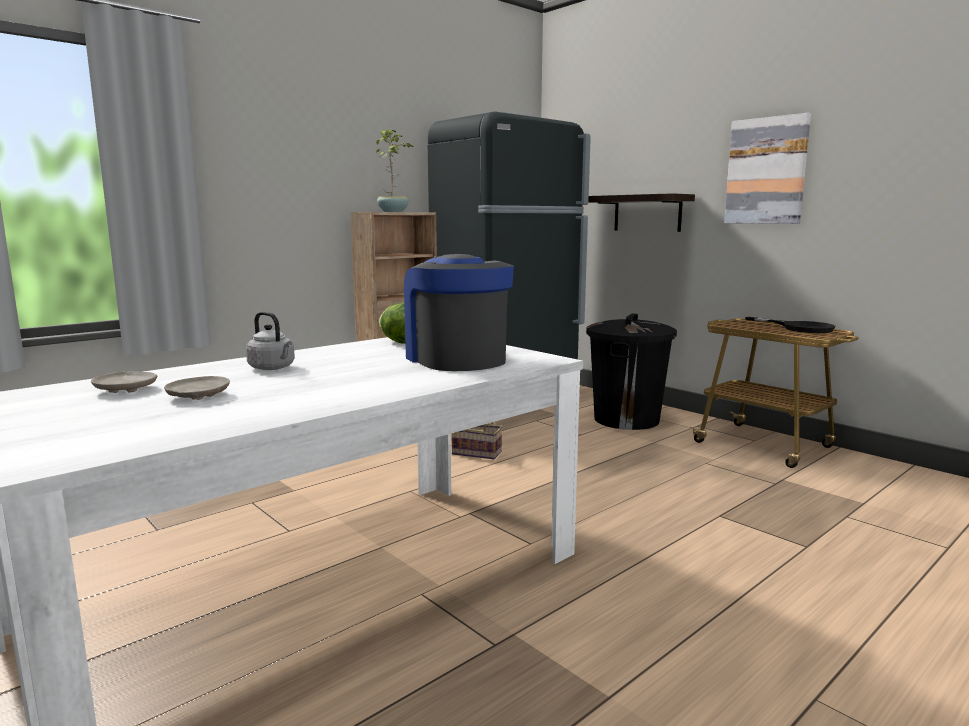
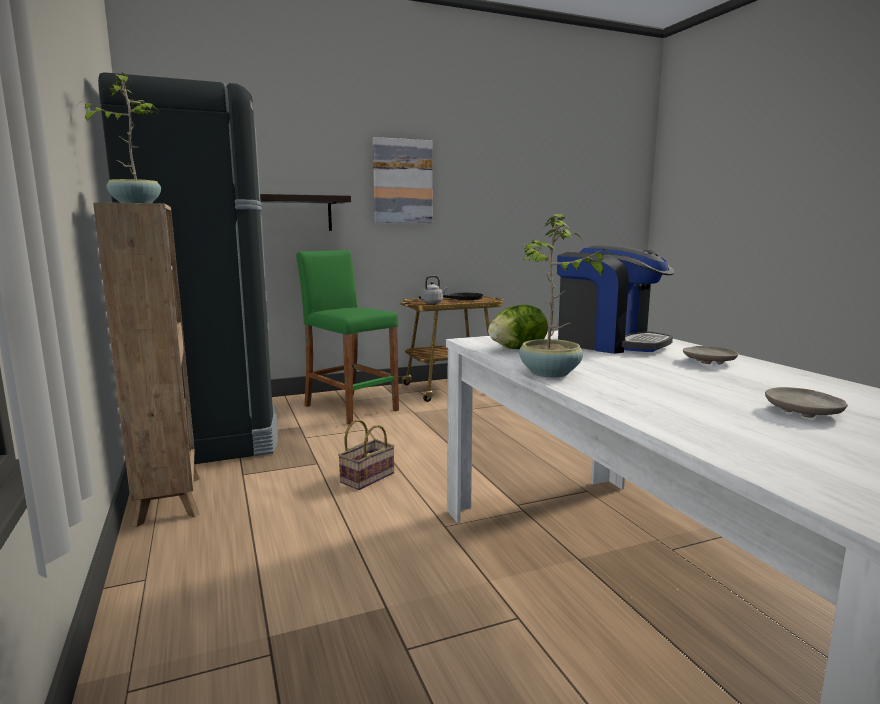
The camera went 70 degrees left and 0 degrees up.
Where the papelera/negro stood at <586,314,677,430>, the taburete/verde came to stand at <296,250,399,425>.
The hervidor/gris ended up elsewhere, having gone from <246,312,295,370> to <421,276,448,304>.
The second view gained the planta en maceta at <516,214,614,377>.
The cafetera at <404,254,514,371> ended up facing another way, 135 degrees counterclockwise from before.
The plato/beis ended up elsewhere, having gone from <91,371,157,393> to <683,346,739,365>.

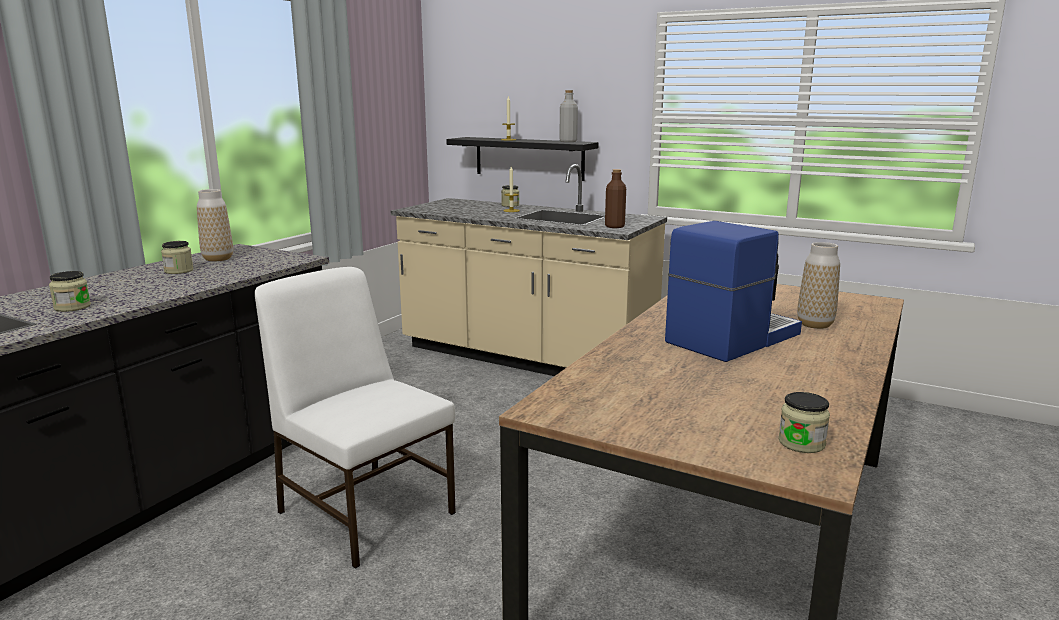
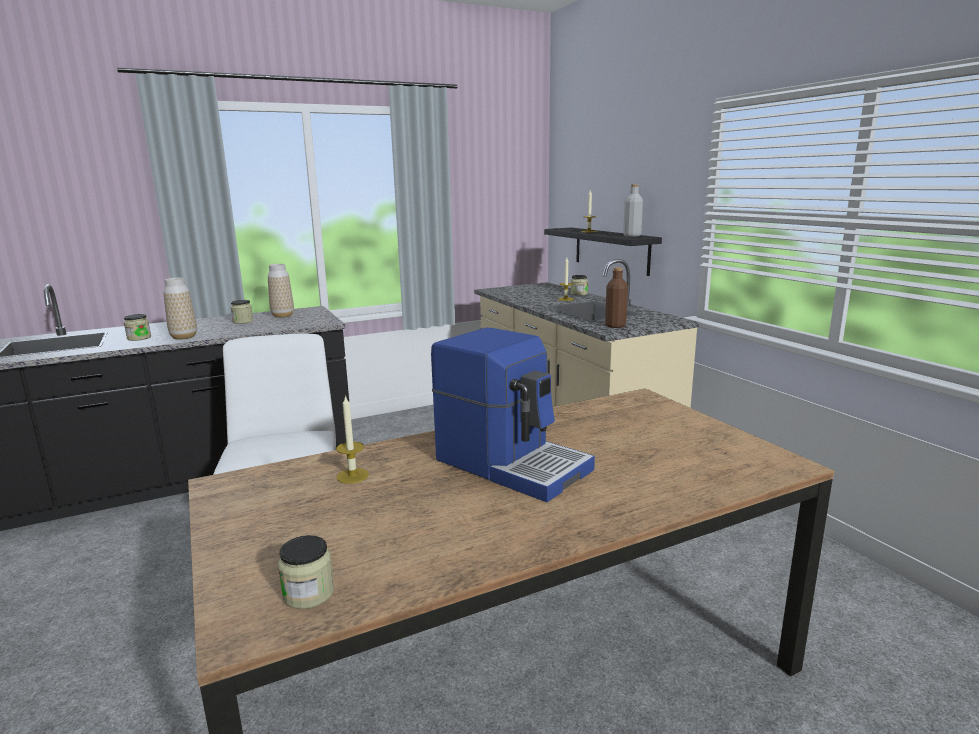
The camera went 35 degrees right and 0 degrees up.
The florero ended up elsewhere, having gone from <797,242,840,329> to <163,278,197,339>.
The second view gained the vela at <336,395,369,484>.
The cafetera at <665,221,802,362> ended up facing another way, 45 degrees clockwise from before.

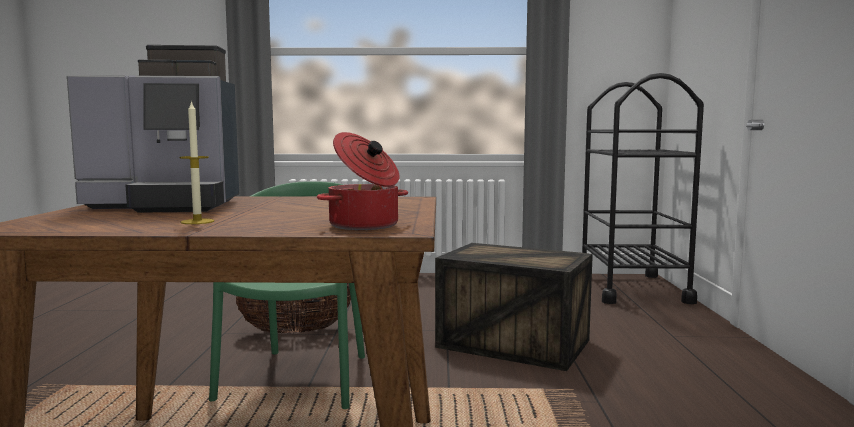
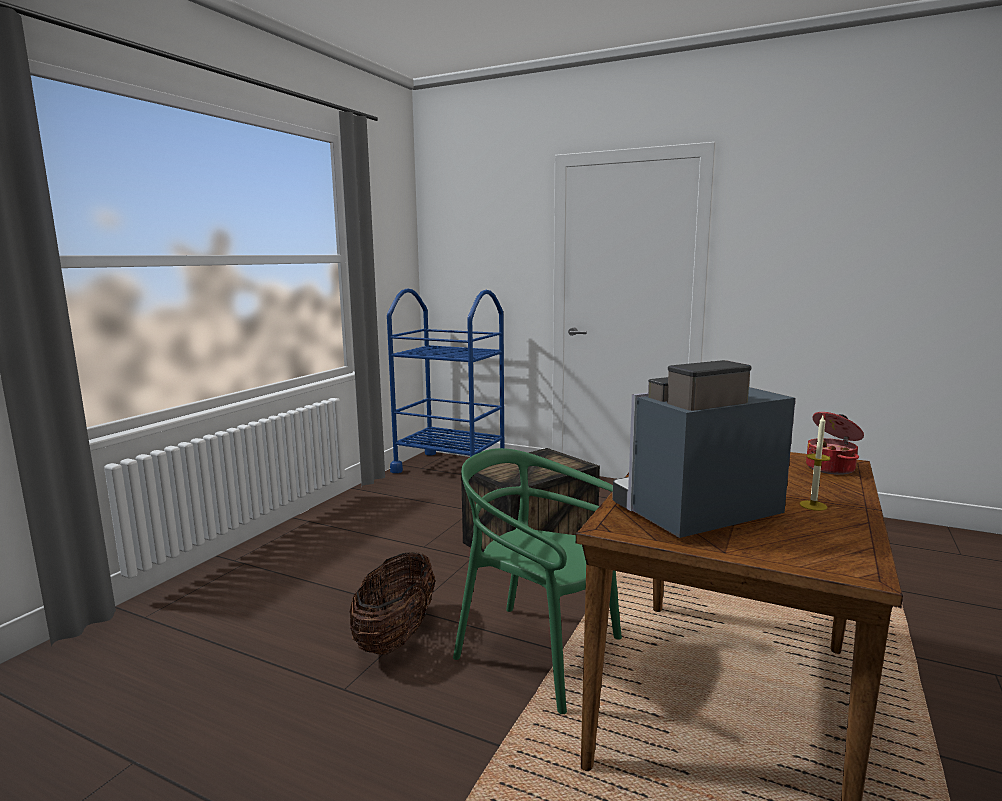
The camera went 65 degrees left and 5 degrees up.
What was the carrito/negro at <582,73,704,304> turned into the carrito/azul at <387,288,504,473>.
The cafetera at <67,45,239,213> ended up facing another way, 135 degrees counterclockwise from before.

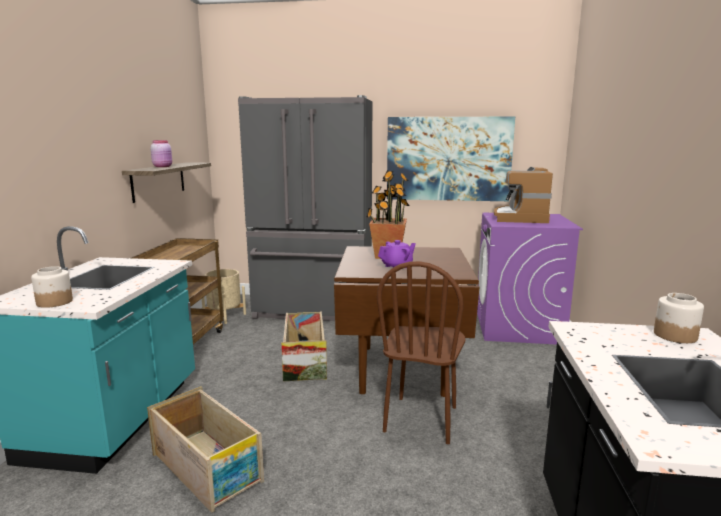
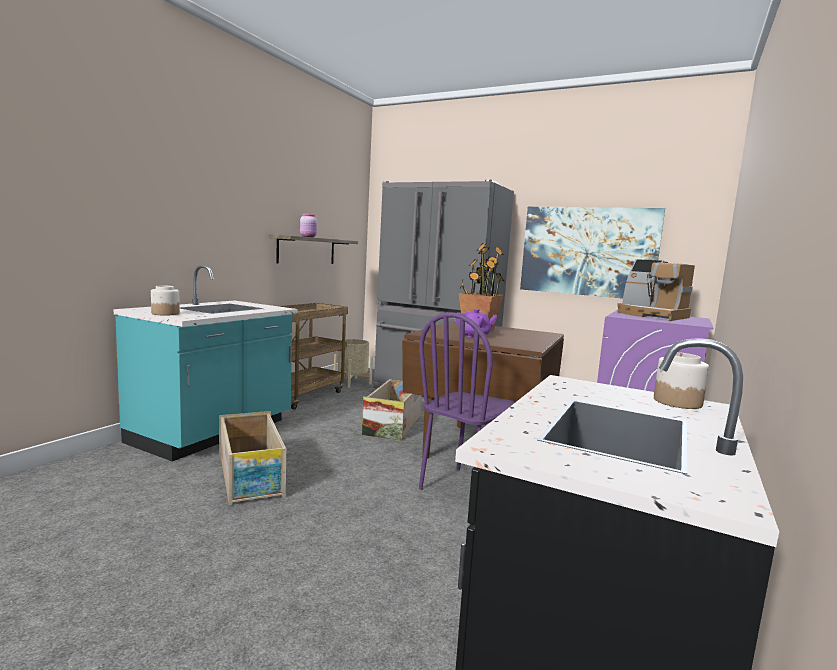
The camera went 20 degrees right and 5 degrees down.
What was the silla/marrón at <377,261,465,444> turned into the silla/morado at <419,312,515,490>.
The cafetera at <494,167,553,223> ended up facing another way, 75 degrees counterclockwise from before.

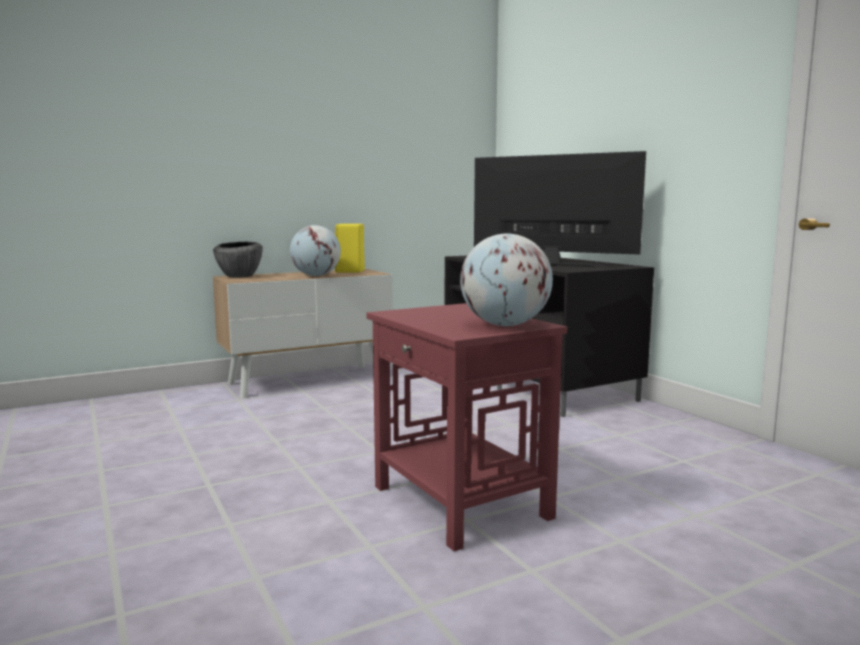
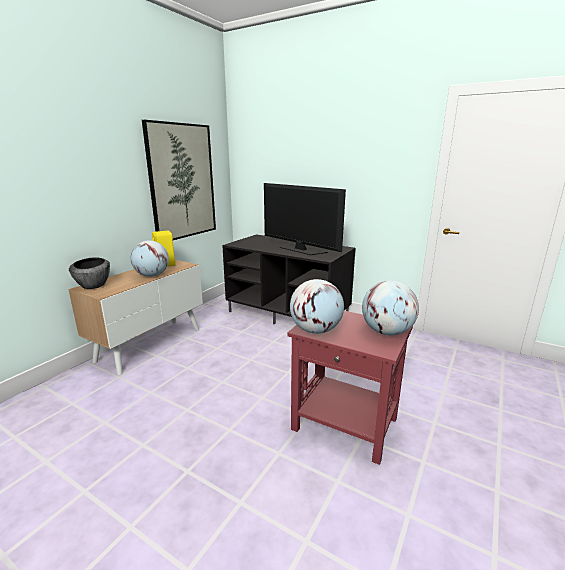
The camera went 30 degrees left and 10 degrees up.
The second view gained the cuadro at <142,120,216,240>.
The televisor at <474,151,646,267> ended up facing another way, 135 degrees counterclockwise from before.
The second view gained the globo terráqueo at <290,279,344,334>.

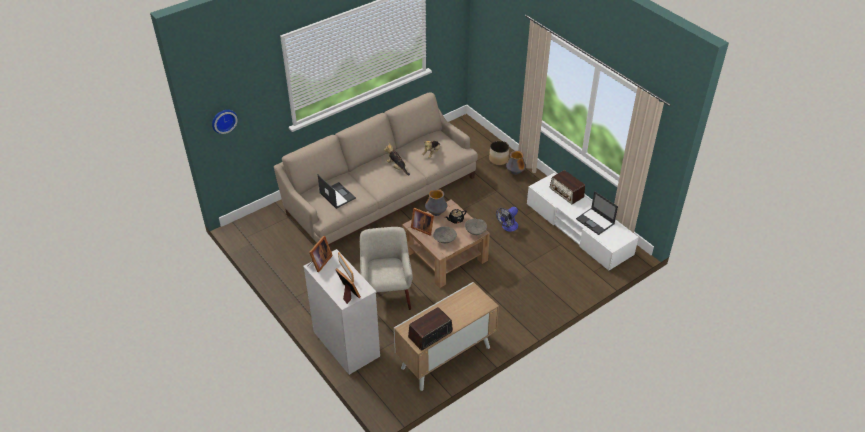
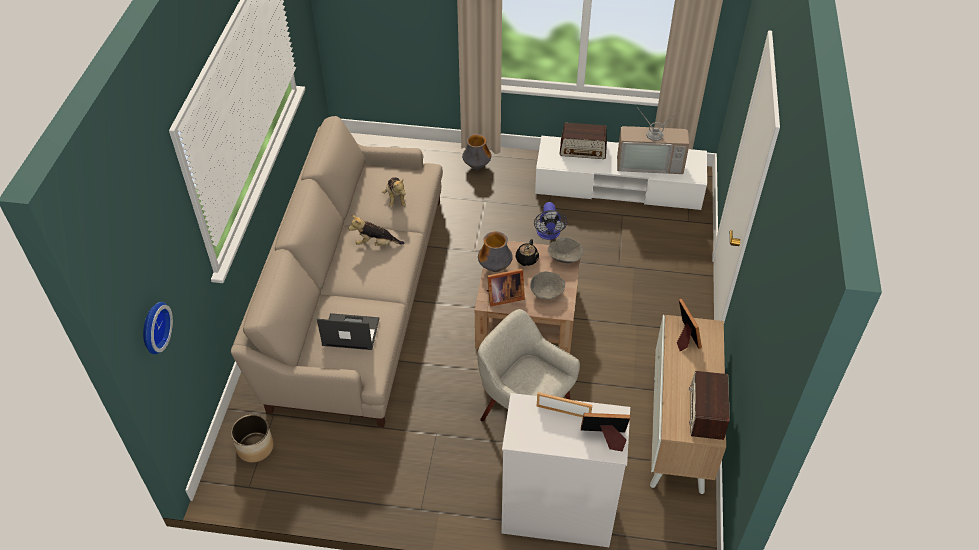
The camera went 45 degrees left and 5 degrees up.
The maceta ended up elsewhere, having gone from <489,141,509,165> to <231,415,274,463>.
Where the portátil stood at <576,191,618,235>, the televisor came to stand at <617,107,689,174>.
The portarretratos ended up elsewhere, having gone from <308,236,333,272> to <677,298,702,352>.

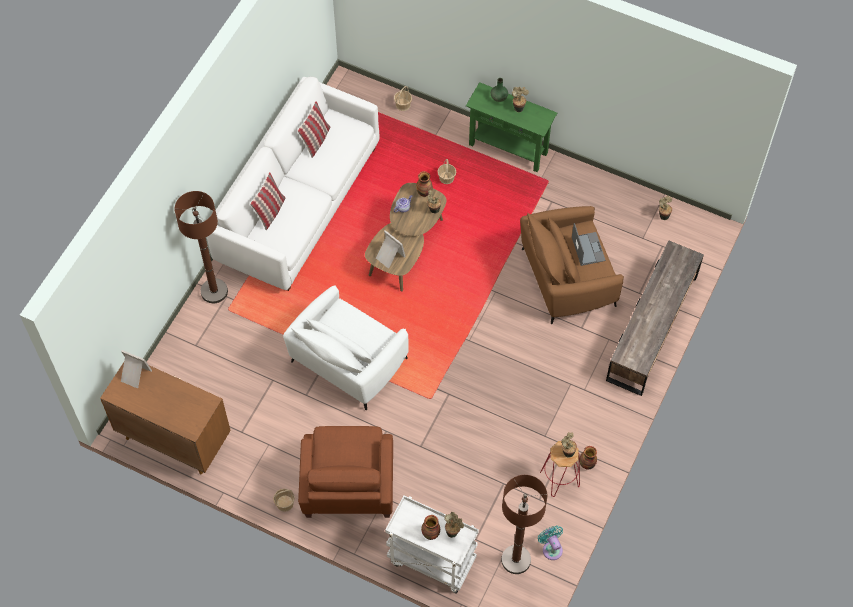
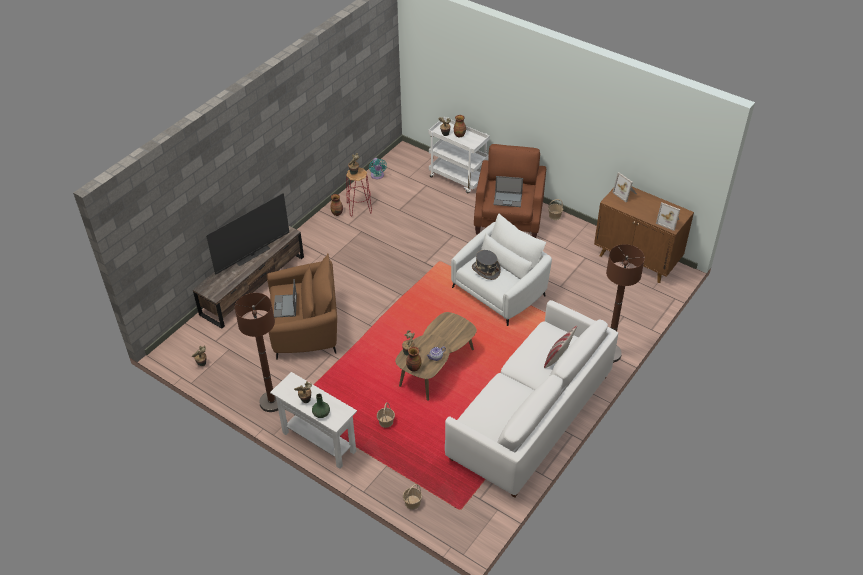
The camera went 170 degrees left and 15 degrees down.
The second view gained the televisor at <206,193,289,275>.
The lámpara de pie/marrón ended up elsewhere, having gone from <501,475,547,574> to <235,293,278,412>.
What was the mesa consola/verde at <466,82,557,172> turned into the mesa consola/blanco at <270,372,357,469>.
The second view gained the sombrero/gris at <472,250,501,280>.
The second view gained the portátil at <494,176,523,207>.
The portarretratos ended up elsewhere, having gone from <376,230,406,269> to <612,172,637,202>.
The second view lost the cojín at <298,101,330,158>.

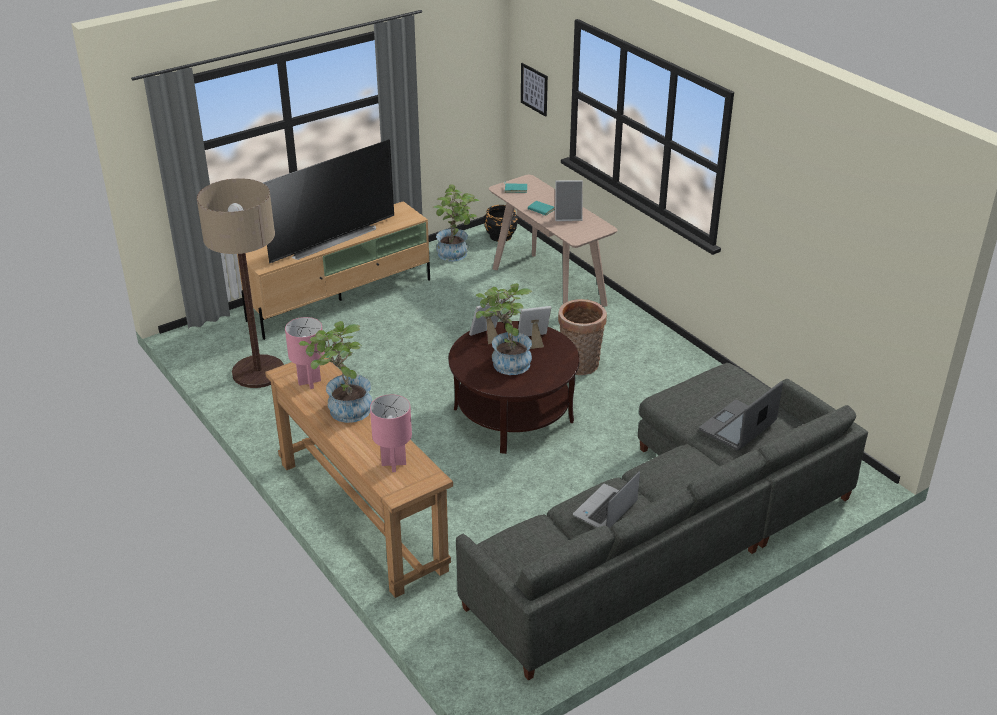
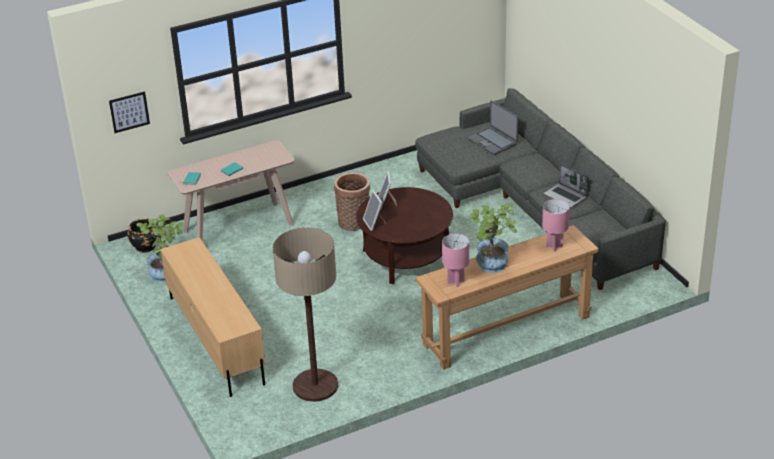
The camera went 80 degrees left and 0 degrees up.
The second view lost the televisor at <263,139,394,263>.
The second view lost the planta en maceta at <476,283,532,375>.
The second view lost the portarretratos at <555,180,583,221>.

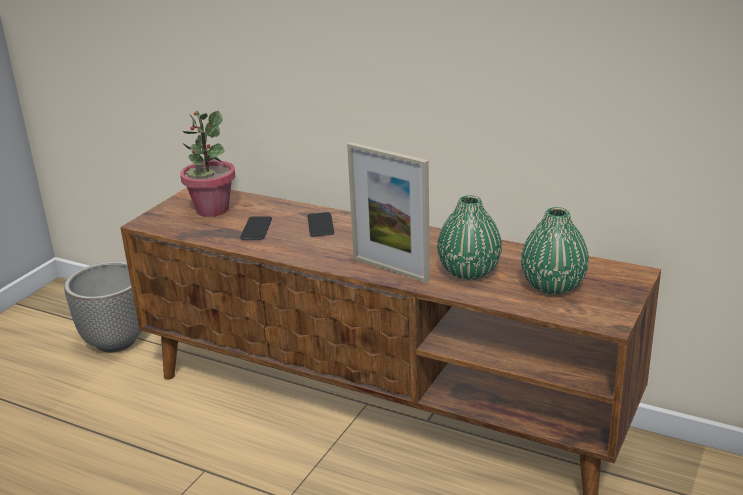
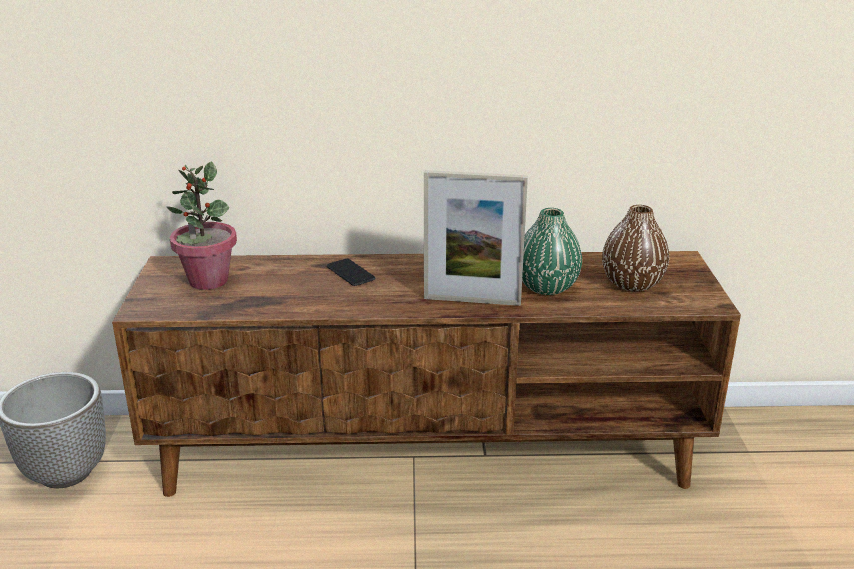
The camera went 30 degrees left and 0 degrees up.
What was the florero/verde at <521,207,589,295> turned into the florero/marrón at <602,205,669,292>.
The second view lost the móvil at <240,216,272,240>.

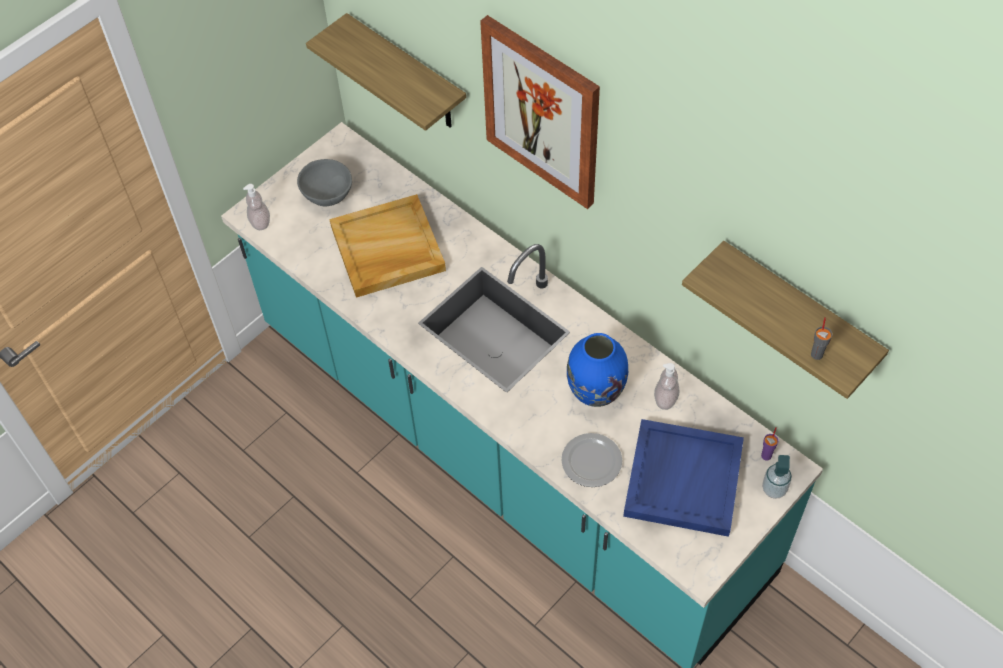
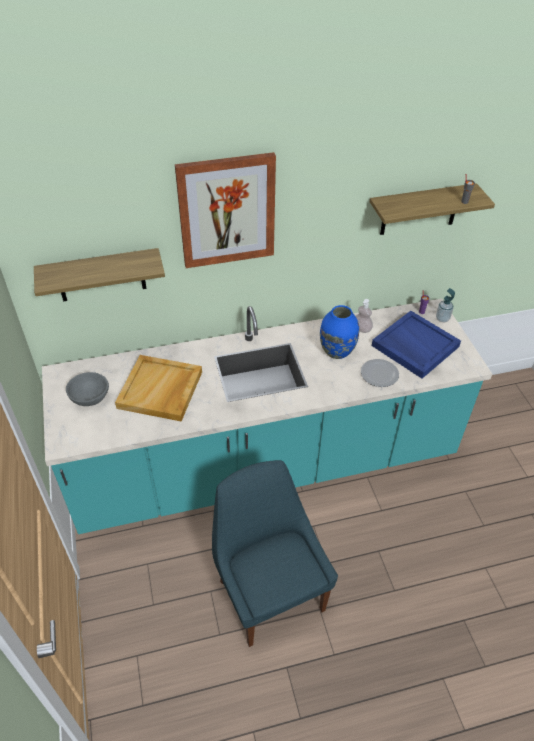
The camera went 60 degrees left and 10 degrees down.
The second view gained the silla/azul at <212,460,338,647>.
The second view lost the dispensador de jabón at <243,184,270,230>.

